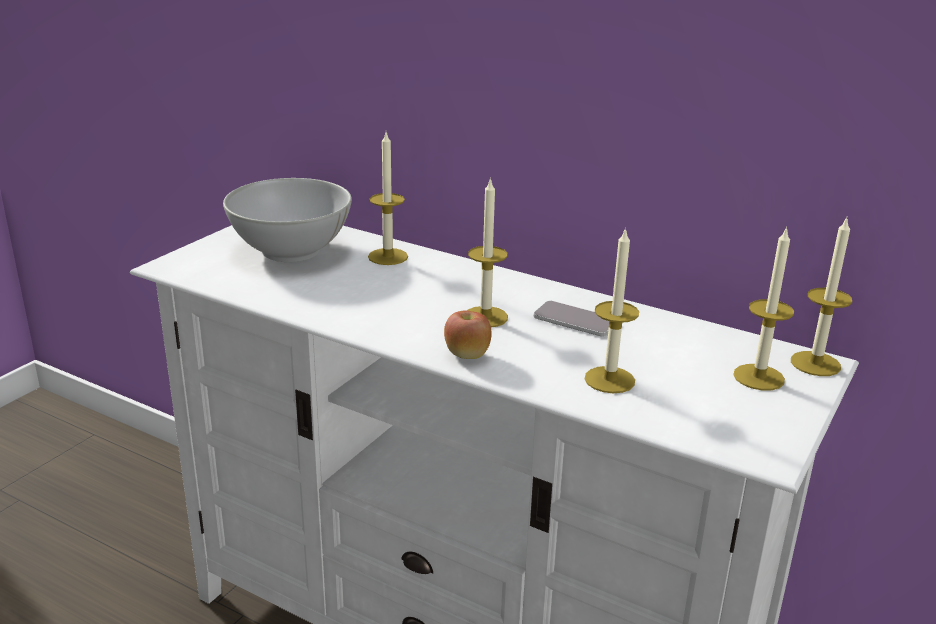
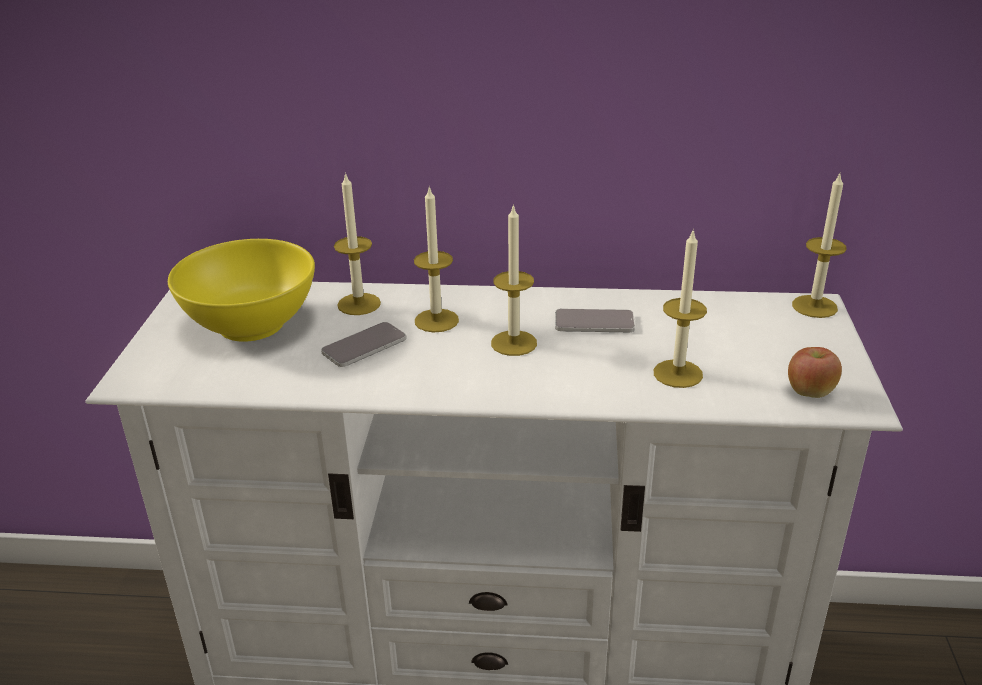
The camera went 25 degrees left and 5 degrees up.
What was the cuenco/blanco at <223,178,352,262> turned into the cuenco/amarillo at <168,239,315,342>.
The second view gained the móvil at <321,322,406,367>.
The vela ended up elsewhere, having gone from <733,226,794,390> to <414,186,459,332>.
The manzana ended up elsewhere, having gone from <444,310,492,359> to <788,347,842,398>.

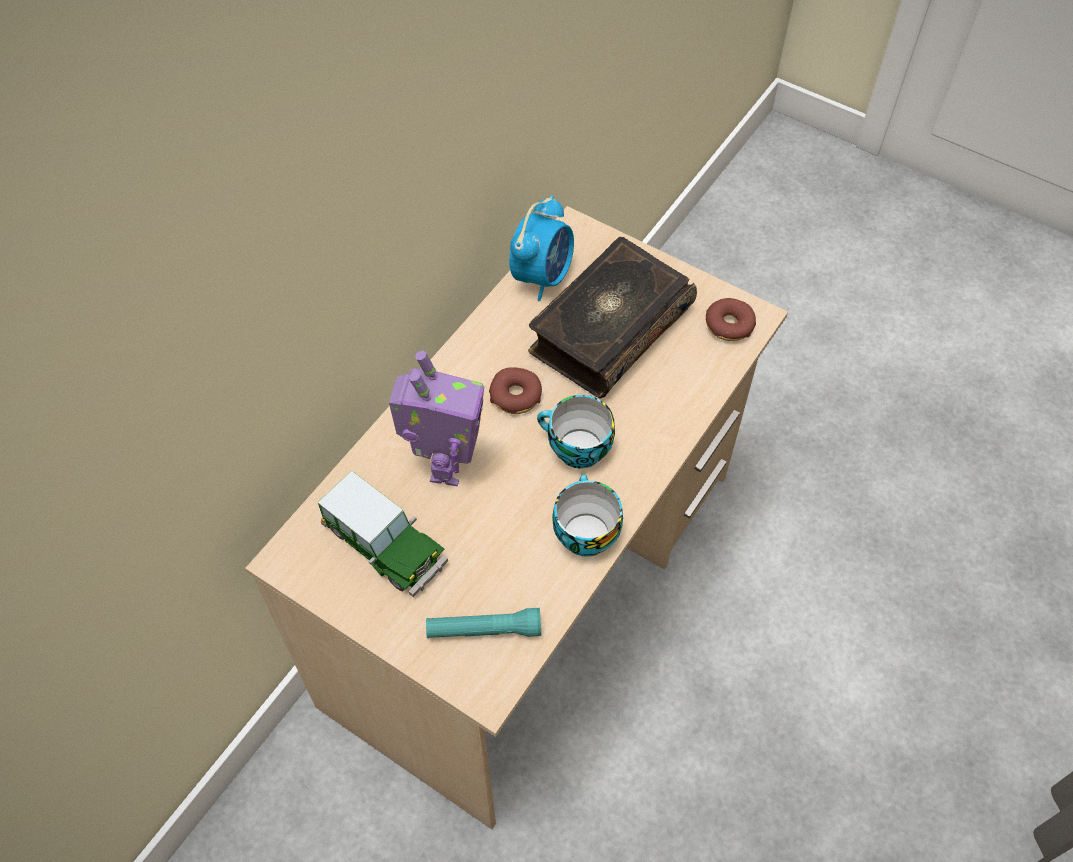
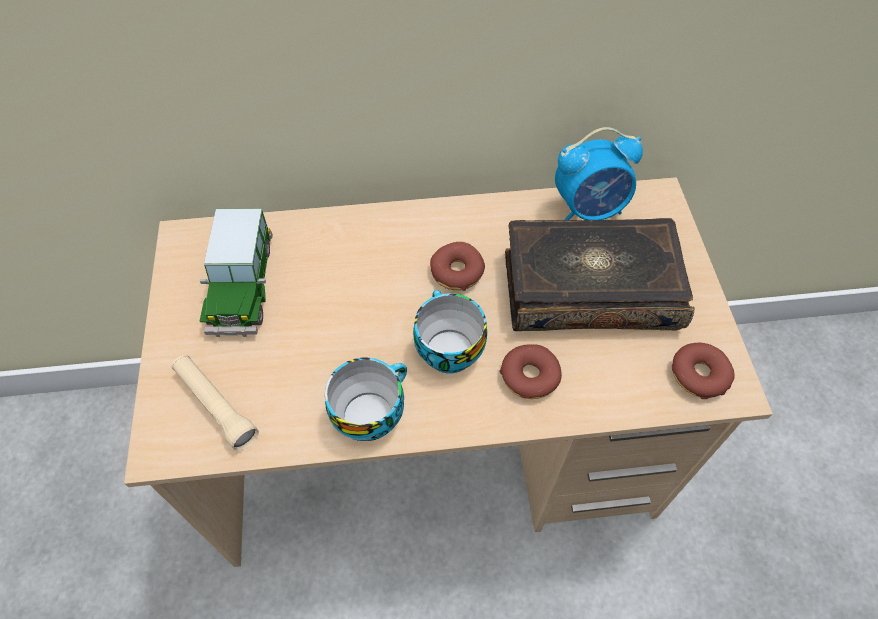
The camera went 50 degrees right and 0 degrees up.
What was the linterna/turquesa at <426,608,541,638> turned into the linterna/beis at <171,355,259,451>.
The second view gained the rosquilla at <500,344,562,399>.
The second view lost the robot de juguete at <389,351,484,486>.

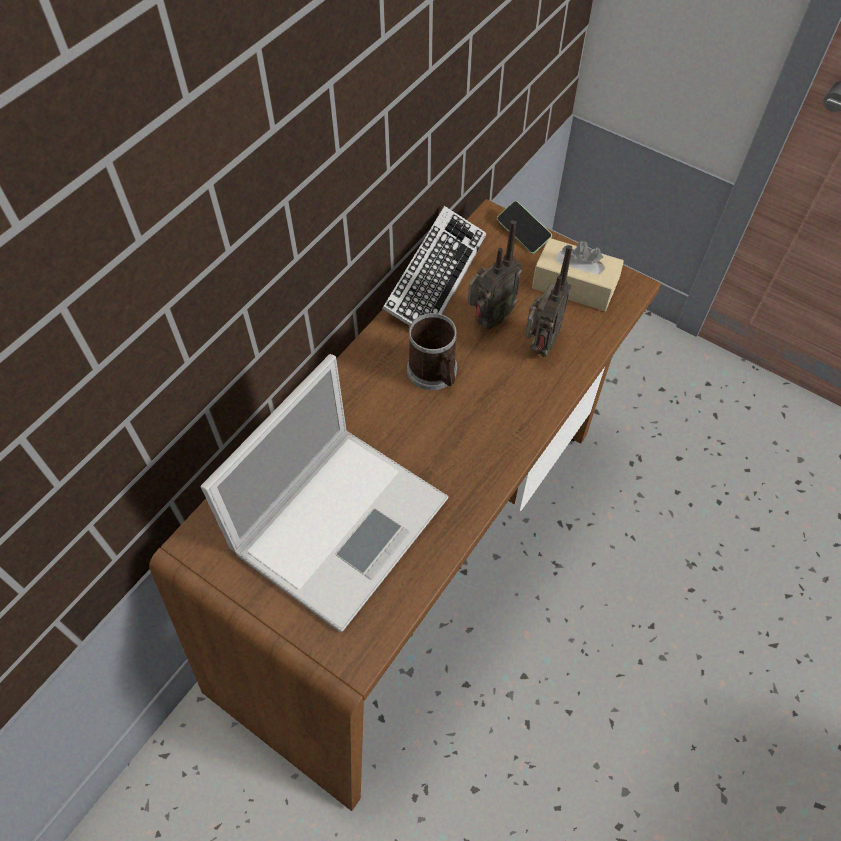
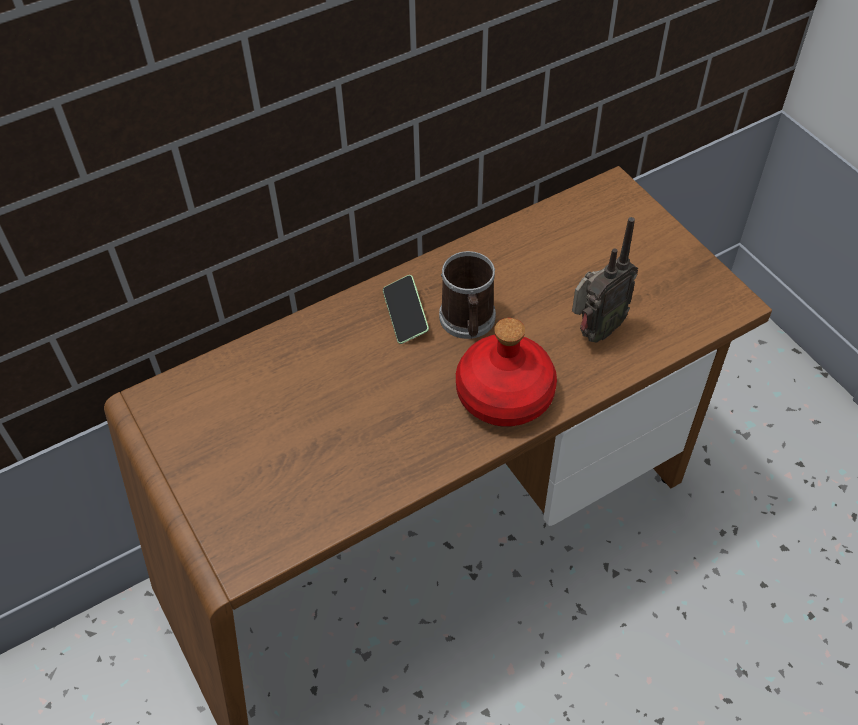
The camera went 25 degrees right and 5 degrees down.
The móvil ended up elsewhere, having gone from <497,201,552,254> to <383,275,429,344>.
The second view gained the botella/rojo at <456,318,557,427>.
The second view lost the portátil at <201,354,449,632>.
The second view lost the teclado at <382,206,486,326>.
The second view lost the radio at <468,220,522,329>.
The second view lost the caja de pañuelos/beis at <532,238,624,311>.

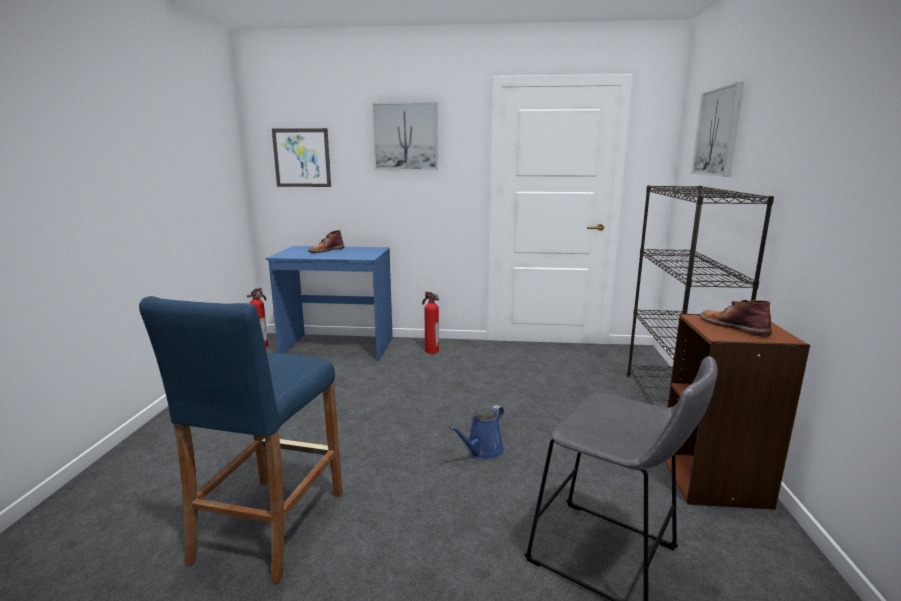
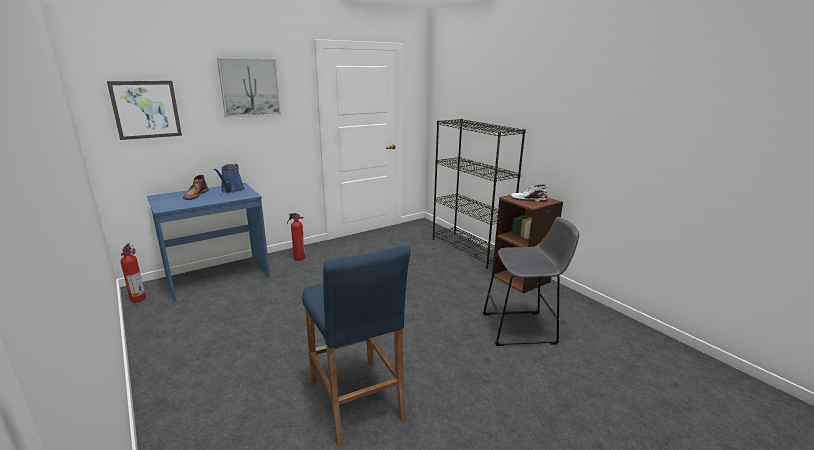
The camera went 40 degrees left and 5 degrees up.
The regadera/azul ended up elsewhere, having gone from <450,405,504,460> to <214,164,245,193>.
What was the bota/marrón at <700,300,772,337> turned into the bota/blanco at <511,184,548,202>.
The second view lost the cuadro at <691,82,744,176>.

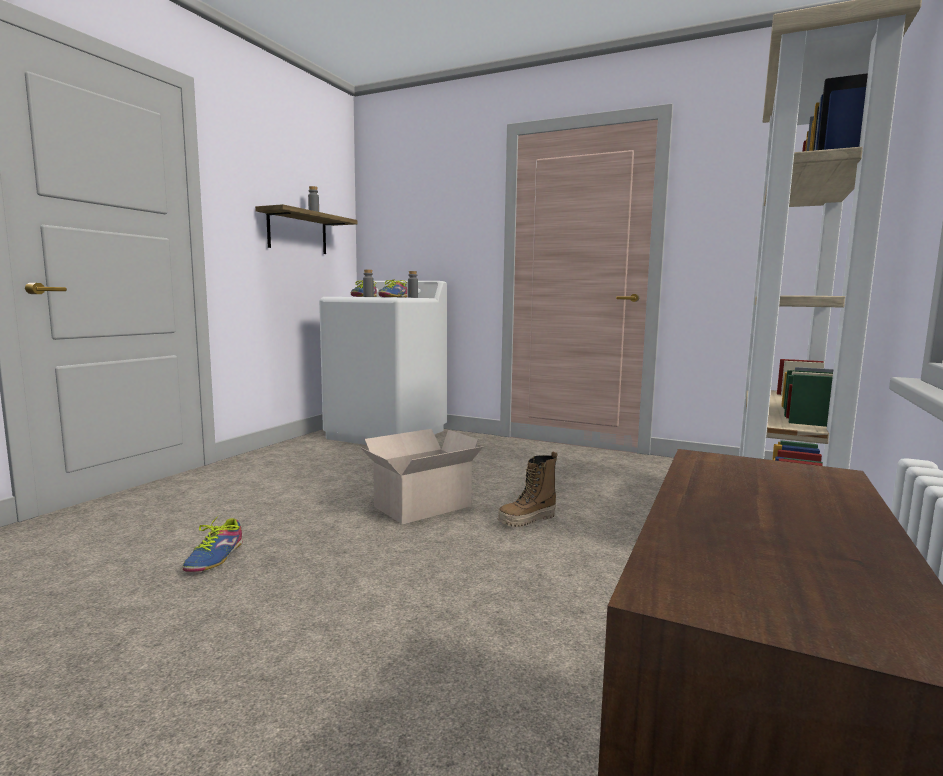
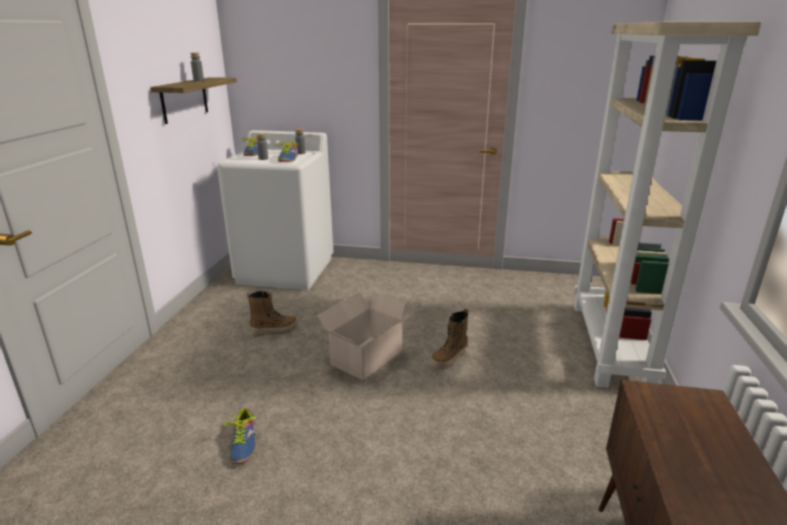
The camera went 15 degrees left and 15 degrees up.
The second view gained the bota at <247,291,298,337>.

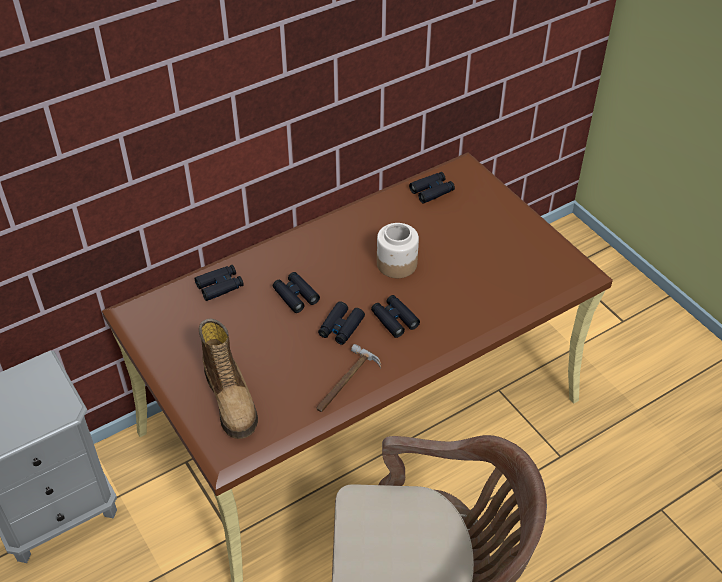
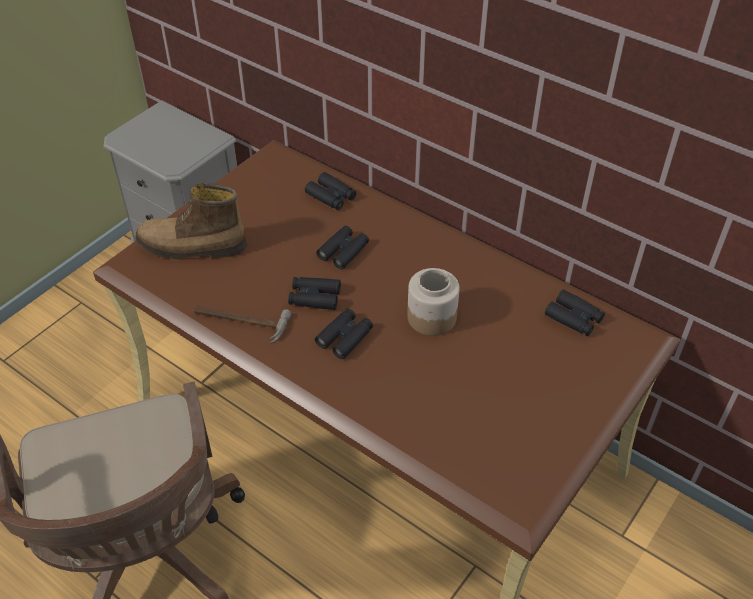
The camera went 70 degrees right and 0 degrees up.
The bota at <199,319,258,439> ended up facing another way, 45 degrees clockwise from before.

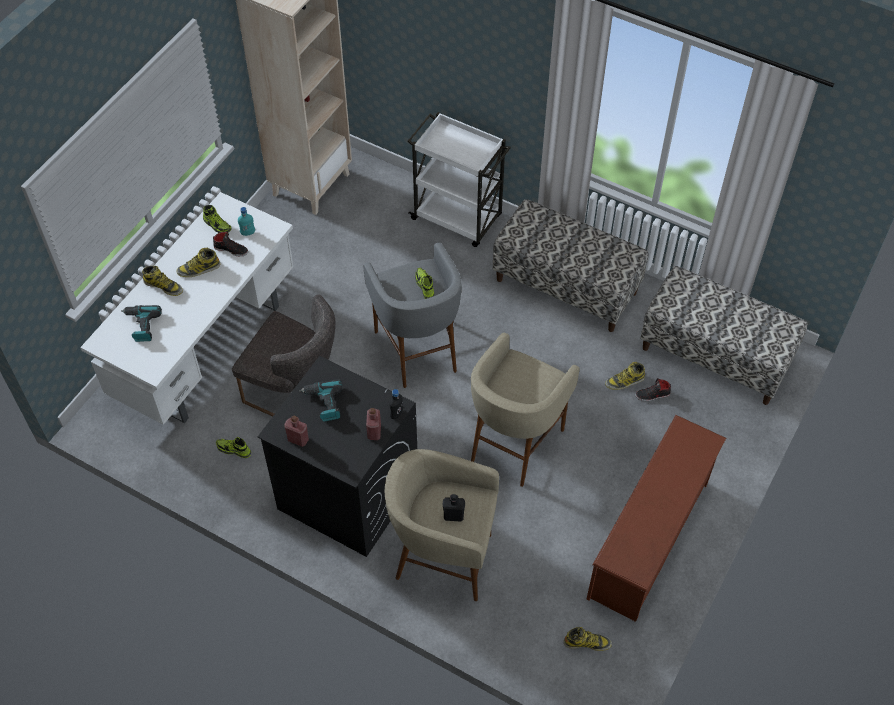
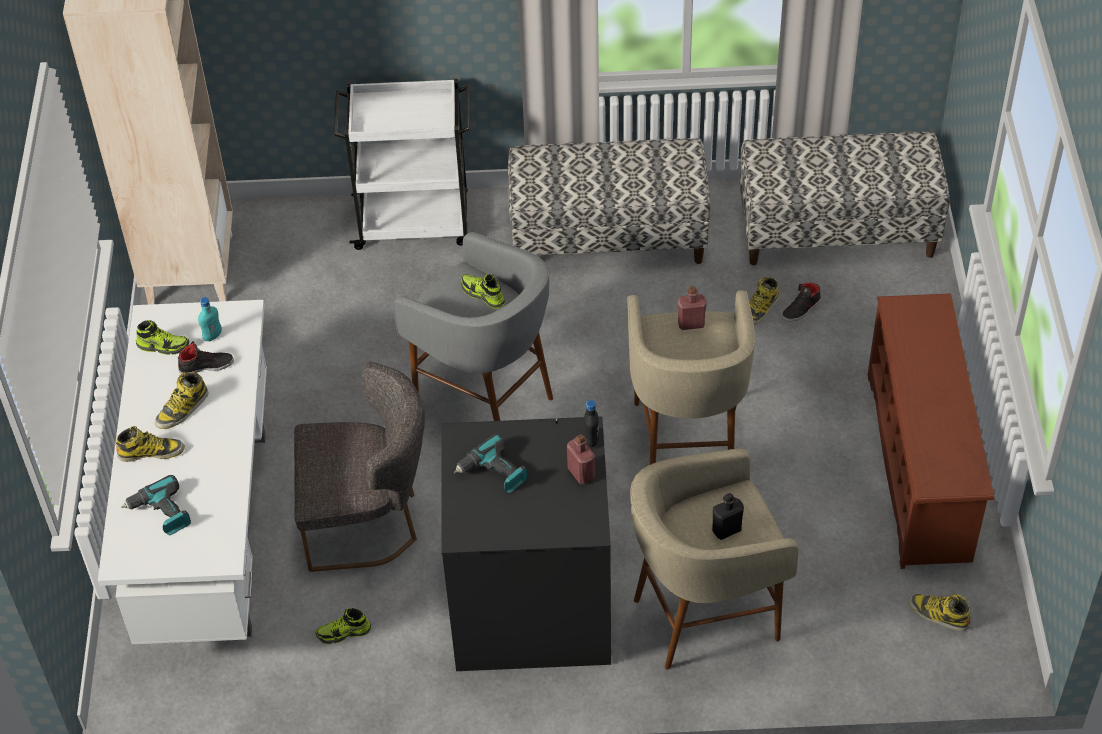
The camera went 30 degrees left and 5 degrees down.
The botella/rojo ended up elsewhere, having gone from <284,416,309,447> to <677,286,707,330>.
The bota at <564,627,612,651> ended up facing another way, 120 degrees counterclockwise from before.

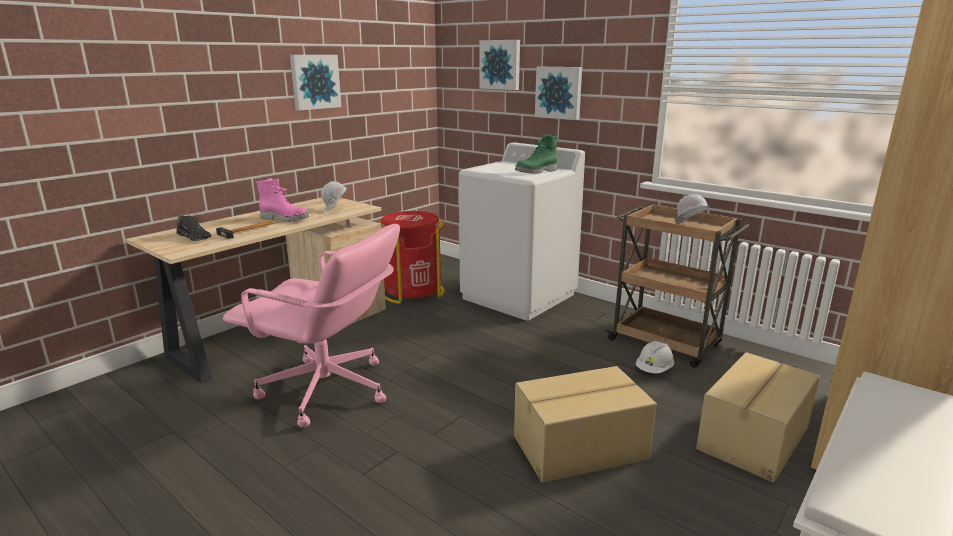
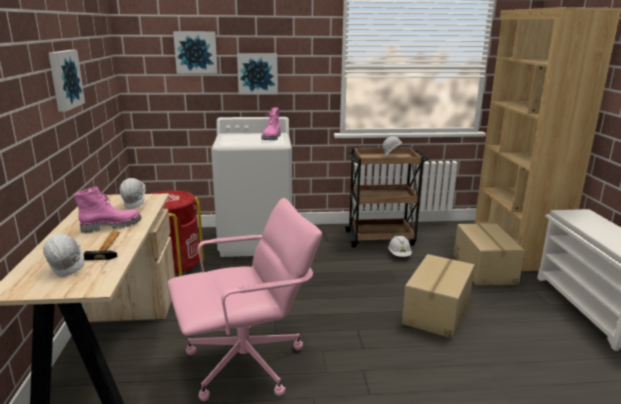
The camera went 45 degrees left and 0 degrees up.
Where the zapato/negro stood at <176,216,211,241>, the casco/blanco came to stand at <43,234,84,277>.
What was the bota/verde at <515,134,558,174> turned into the bota/rosa at <261,107,280,140>.

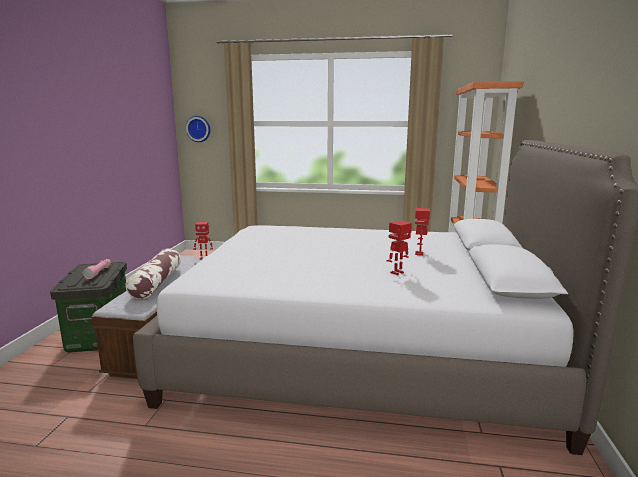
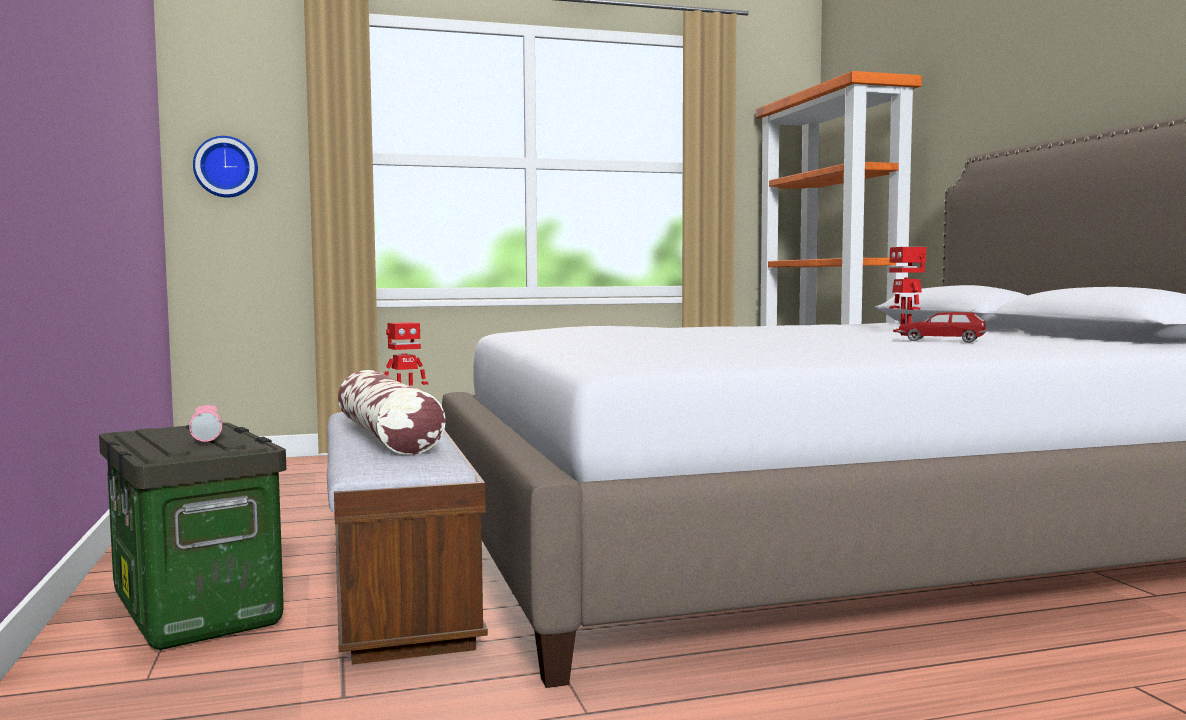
The camera went 25 degrees left and 10 degrees down.
Where the robot de juguete stood at <386,220,412,275>, the coche de juguete came to stand at <897,312,988,343>.

